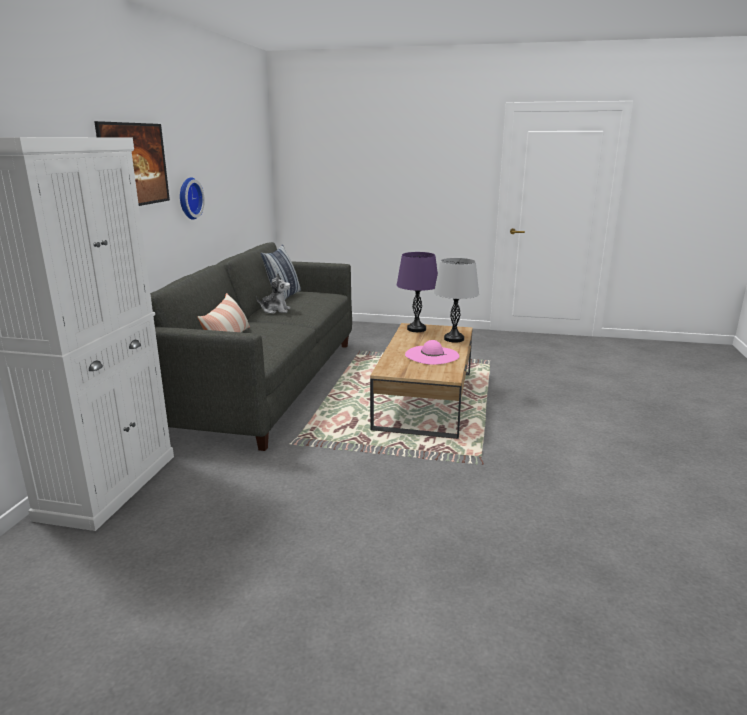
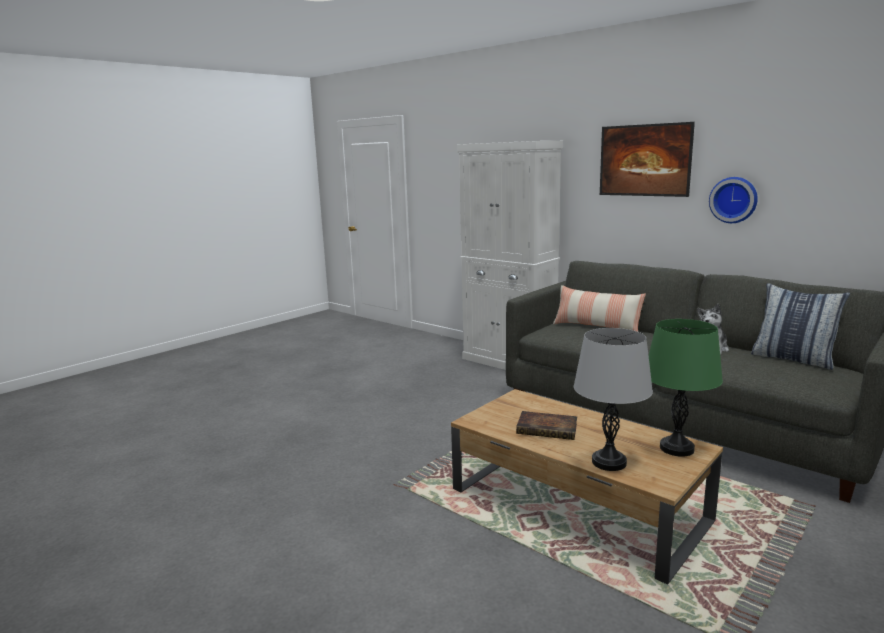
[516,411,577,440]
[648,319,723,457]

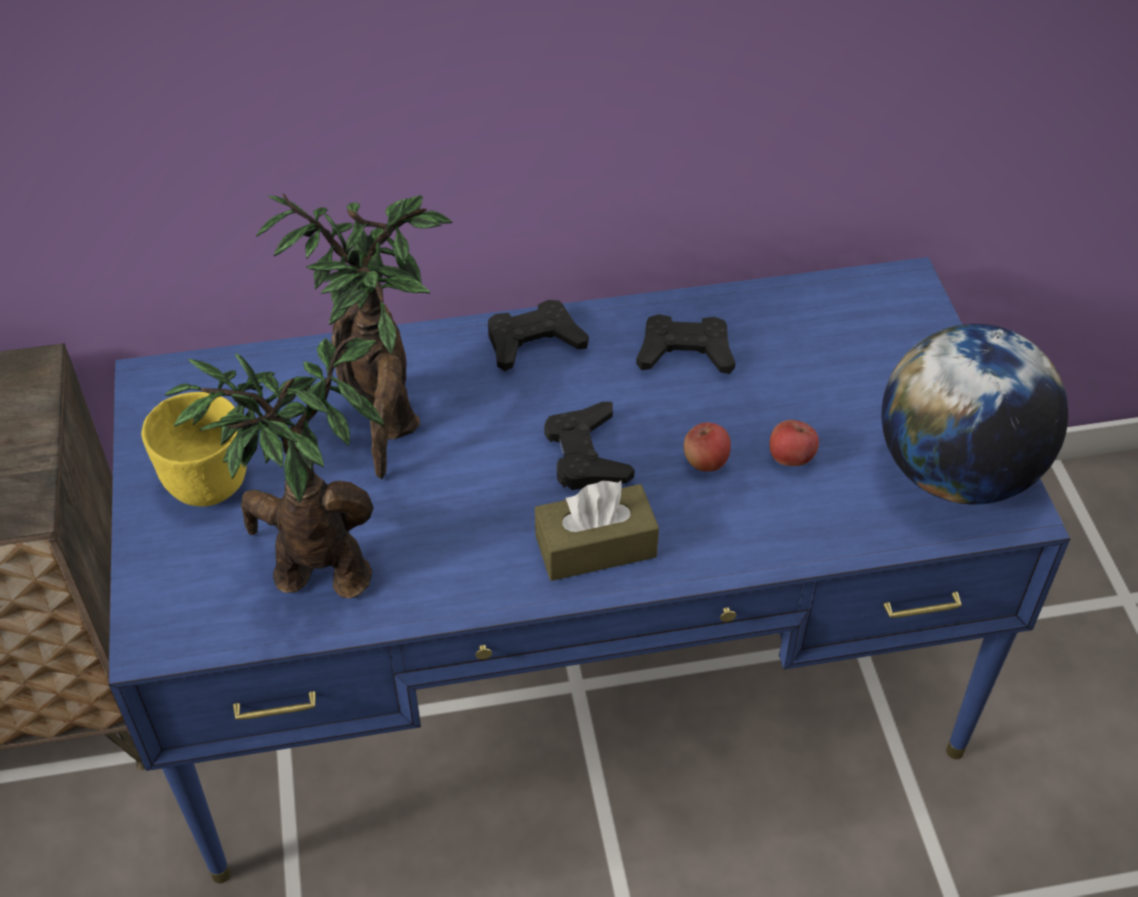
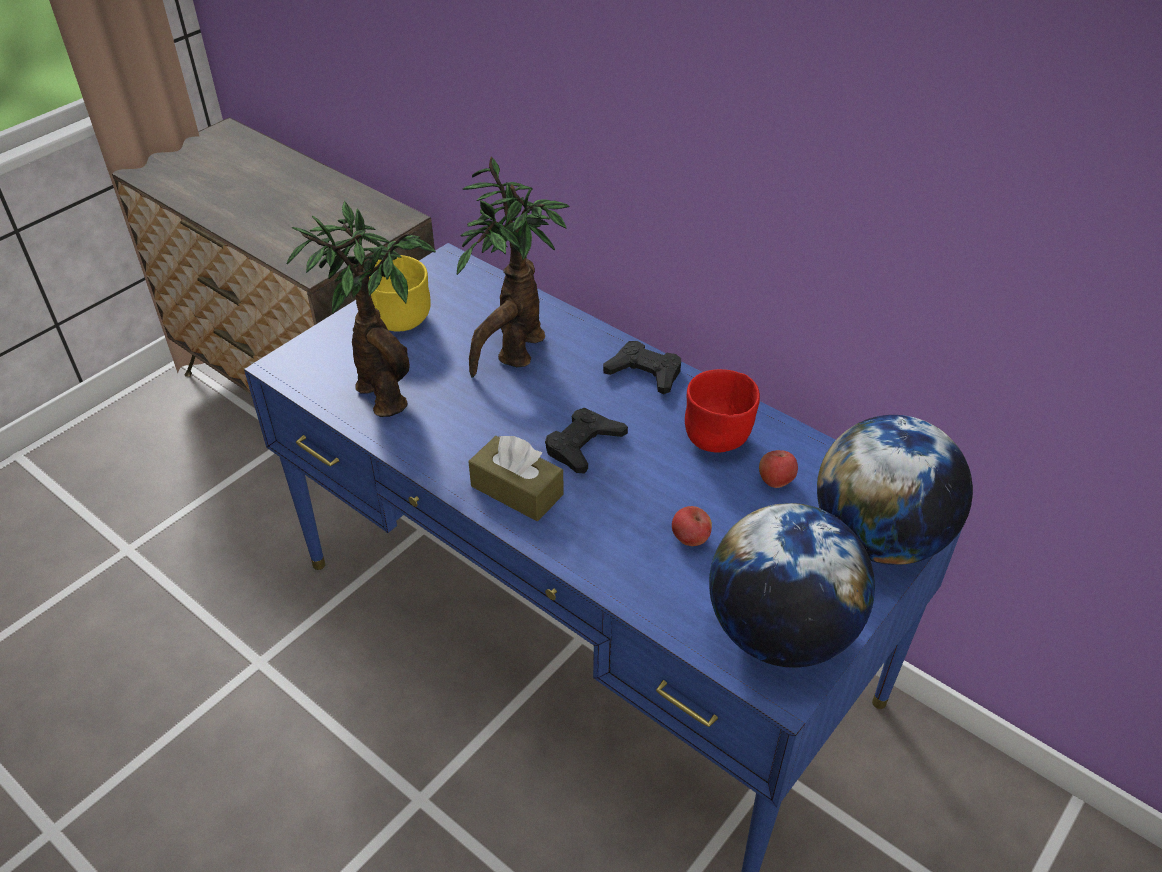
[685,369,760,453]
[759,450,798,488]
[817,415,973,565]

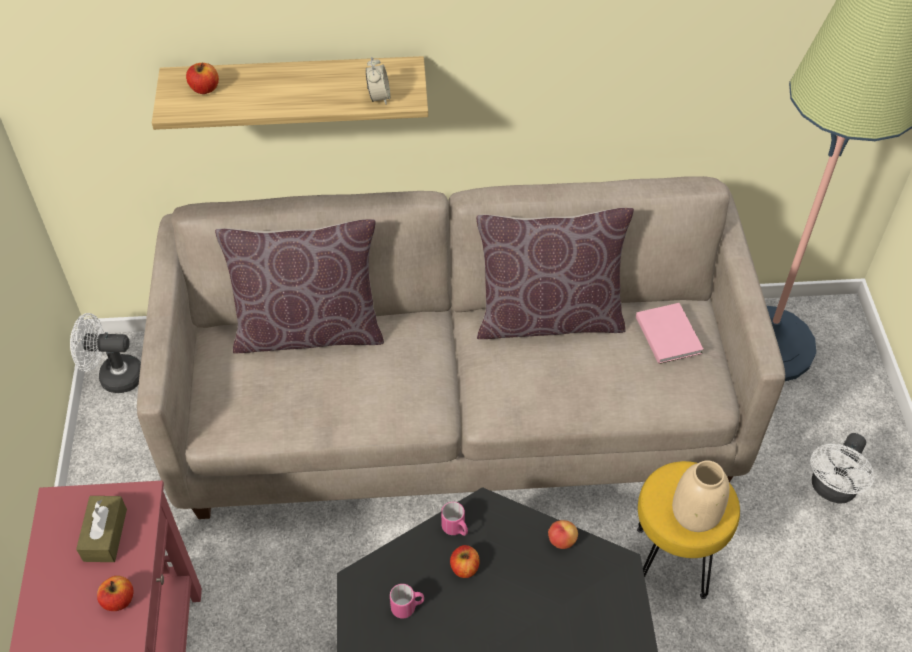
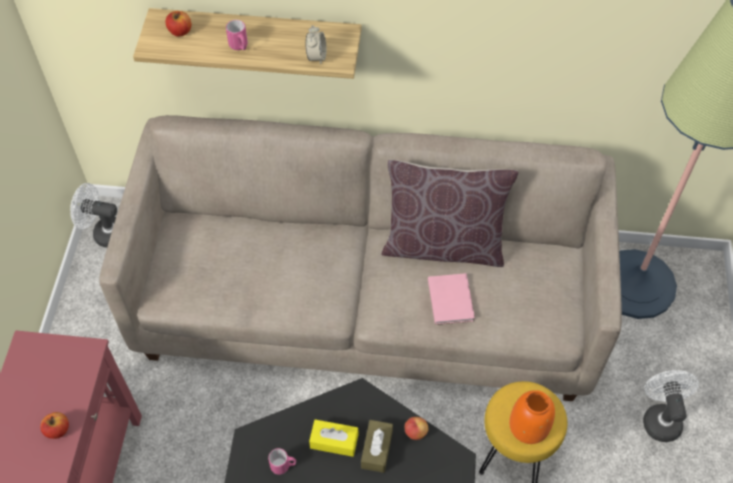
[226,20,248,50]
[309,419,358,457]
[361,420,393,473]
[428,273,475,325]
[509,390,555,444]
[643,370,699,442]
[215,219,384,353] (first image)

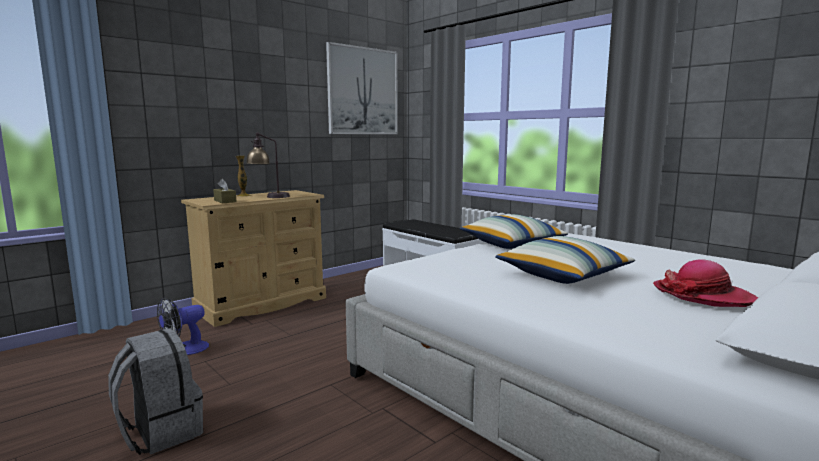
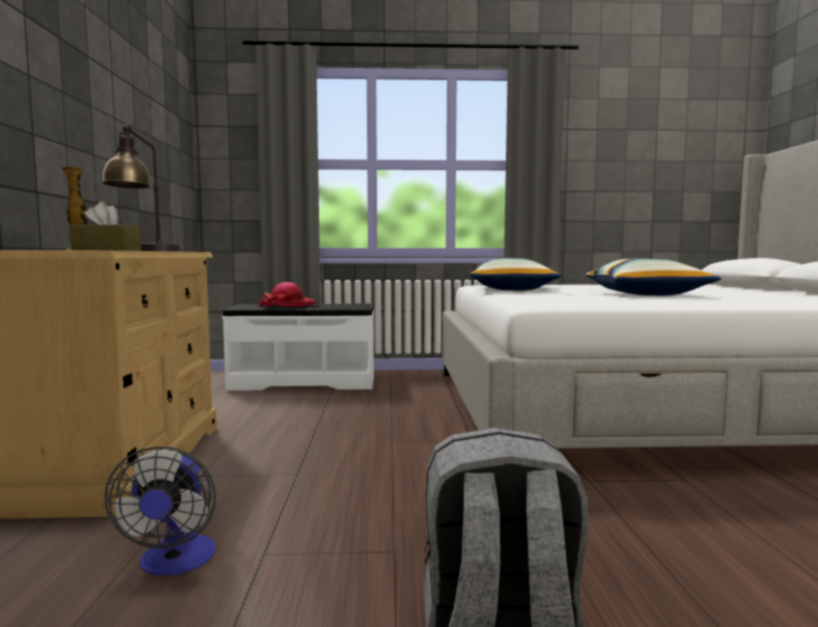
[257,282,318,307]
[326,42,398,134] (first image)

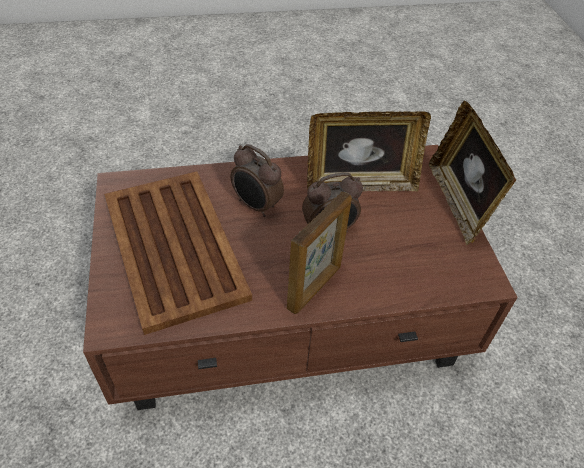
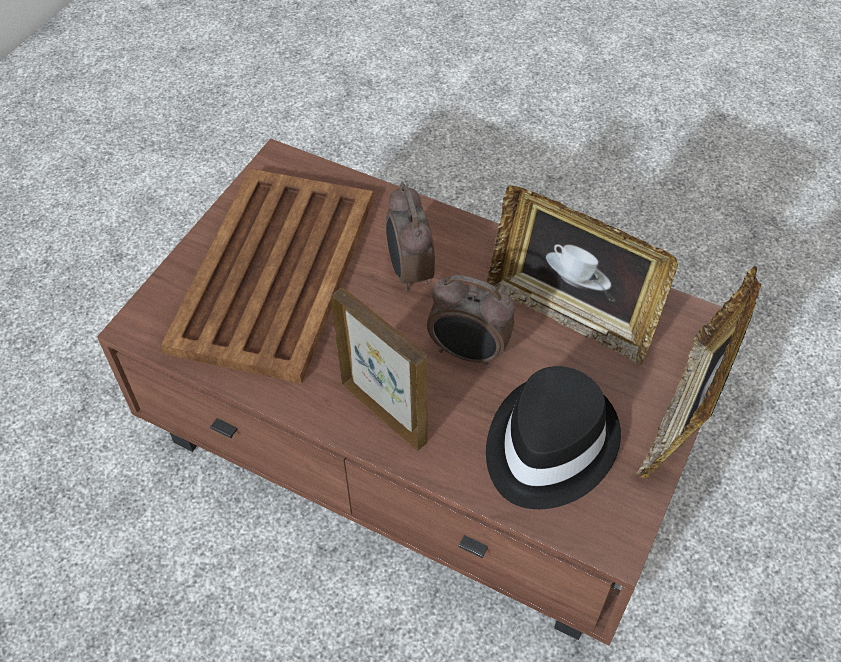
[331,288,428,451]
[486,366,621,509]

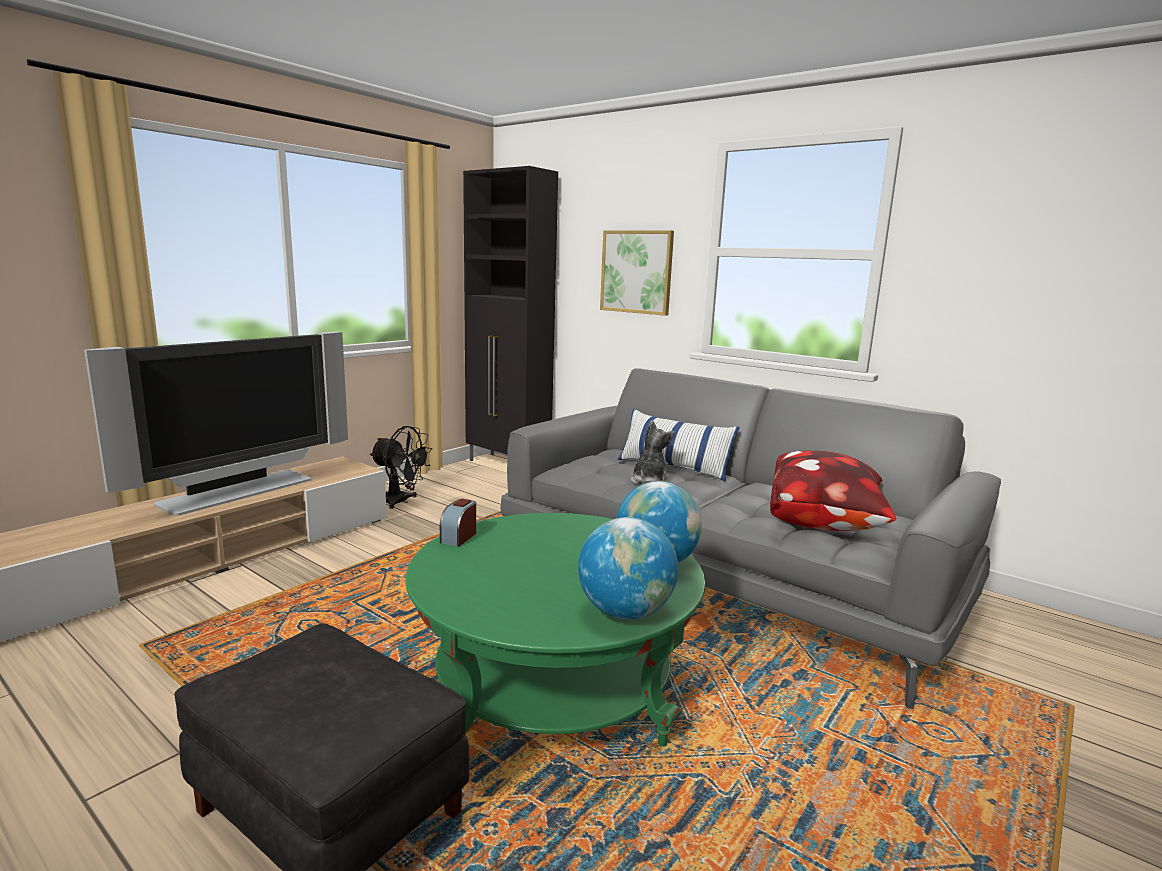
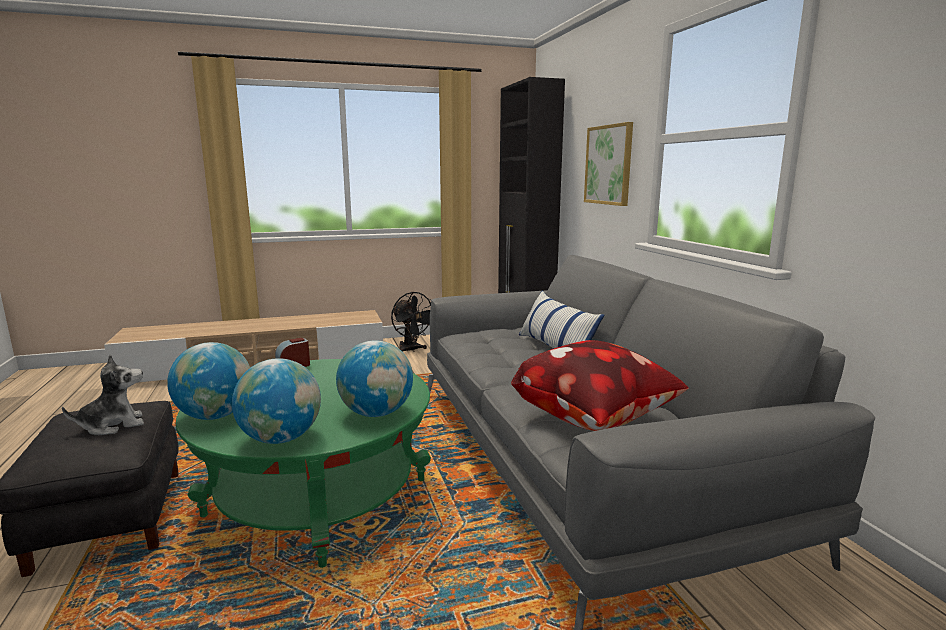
[62,355,144,435]
[167,342,250,420]
[84,332,348,516] (first image)

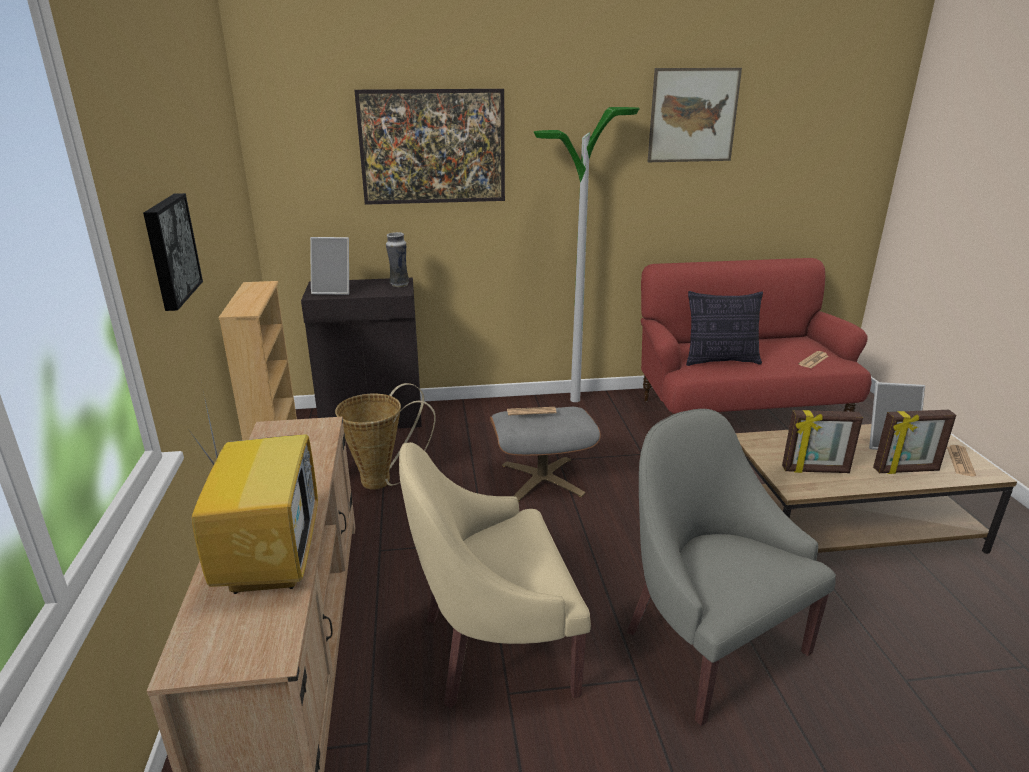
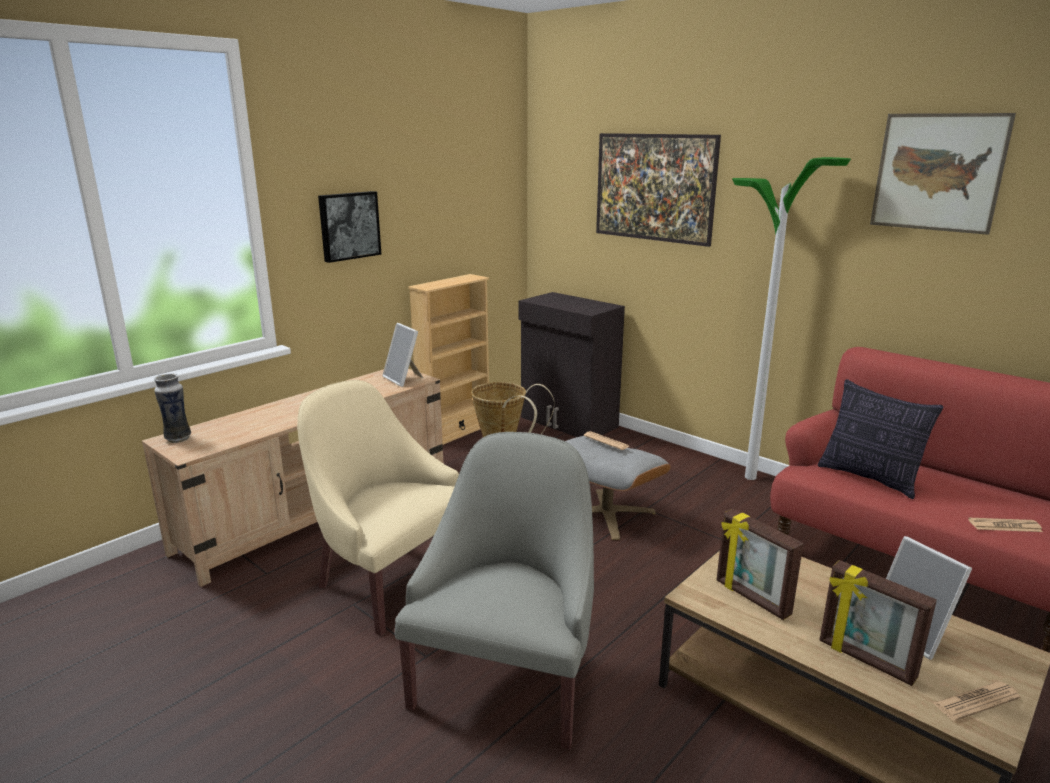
[154,374,191,443]
[382,323,423,387]
[188,382,318,594] (first image)

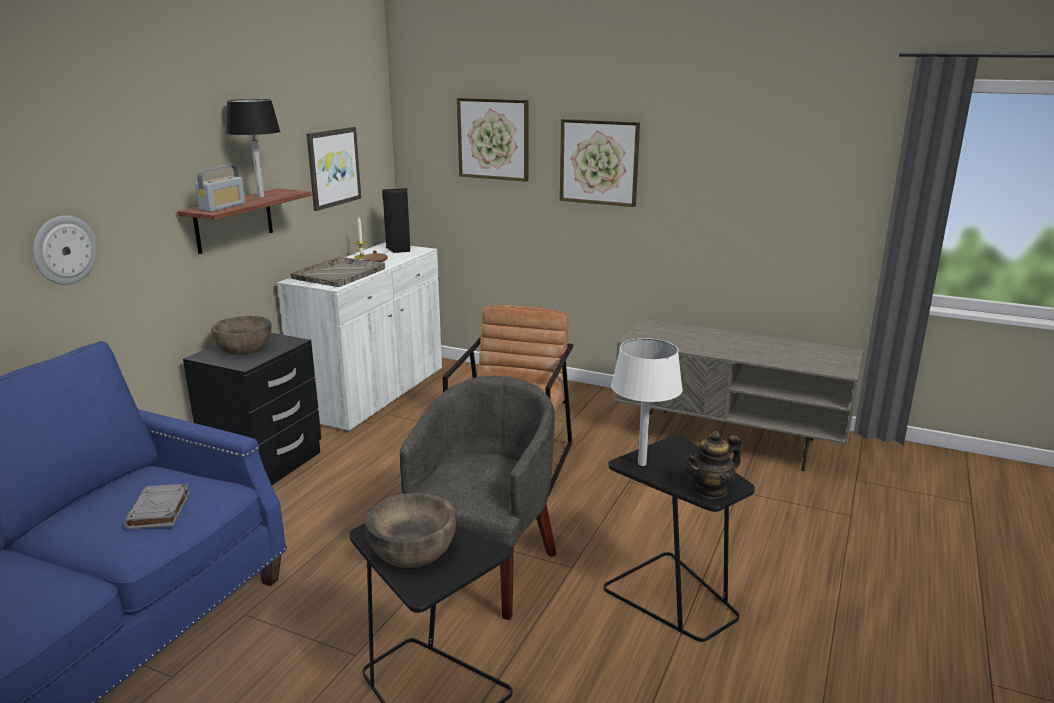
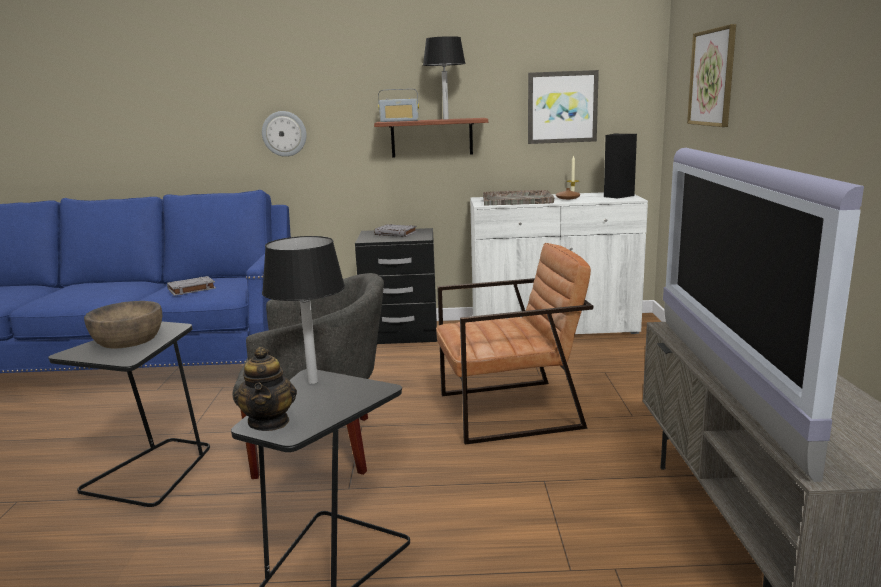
[234,347,297,431]
[262,236,345,384]
[374,224,417,237]
[663,148,864,482]
[560,119,640,207] (first image)

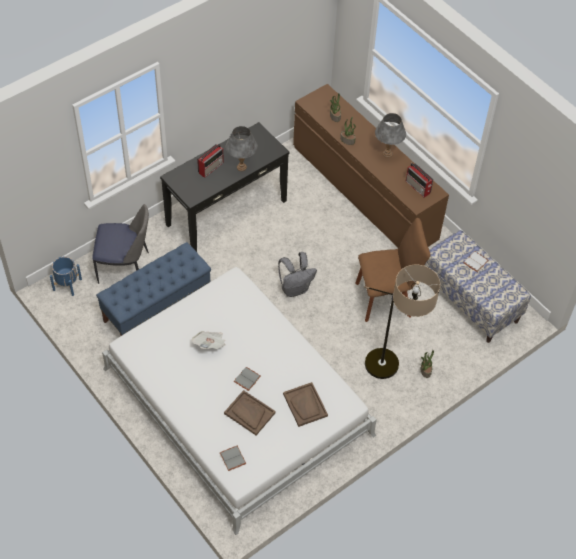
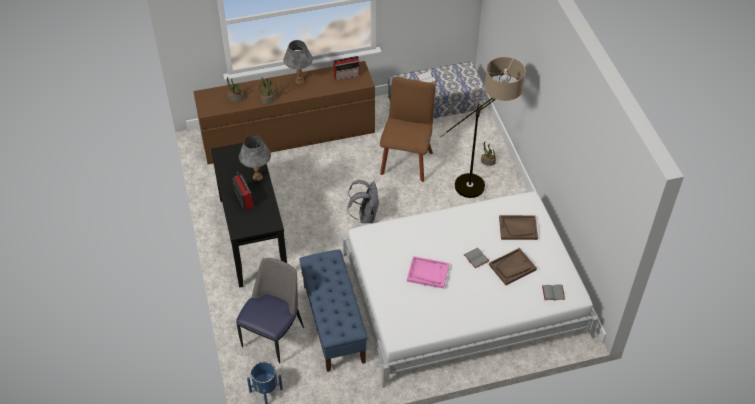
[407,256,449,289]

